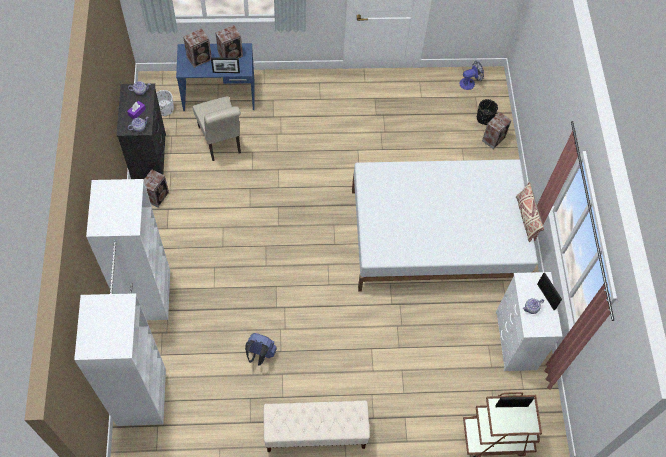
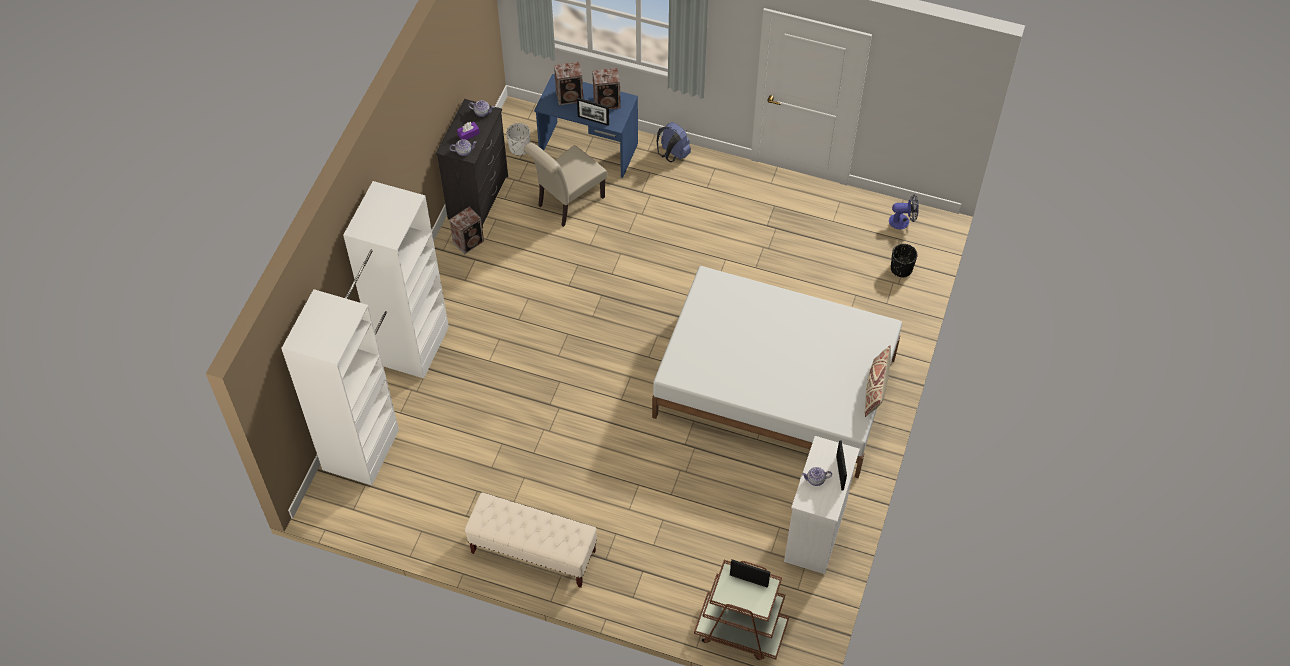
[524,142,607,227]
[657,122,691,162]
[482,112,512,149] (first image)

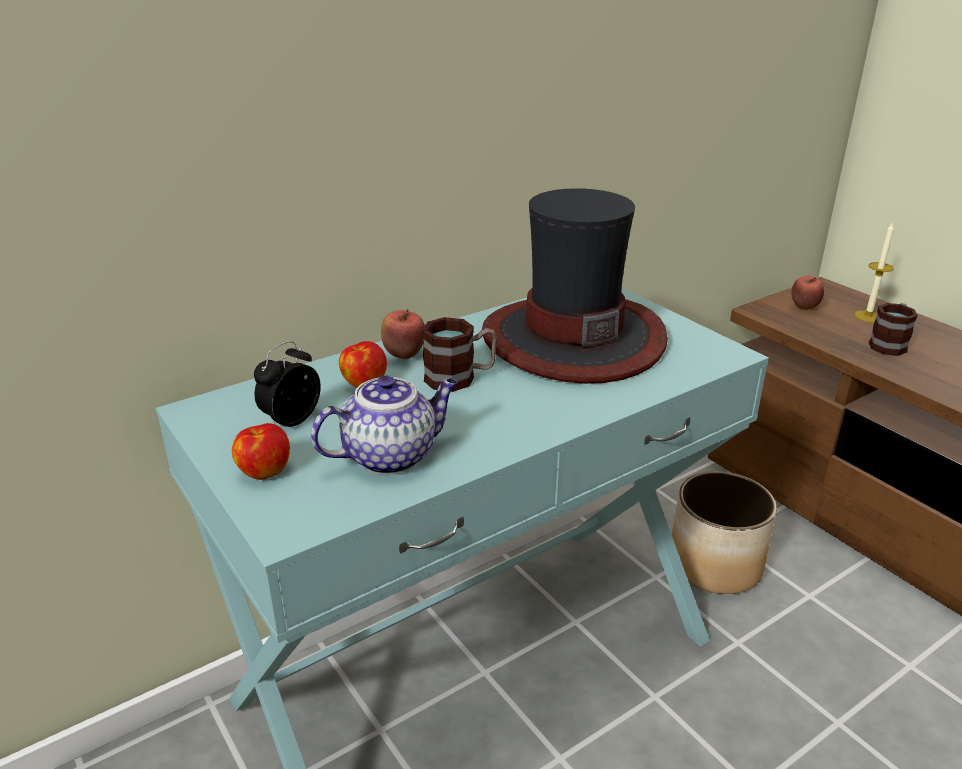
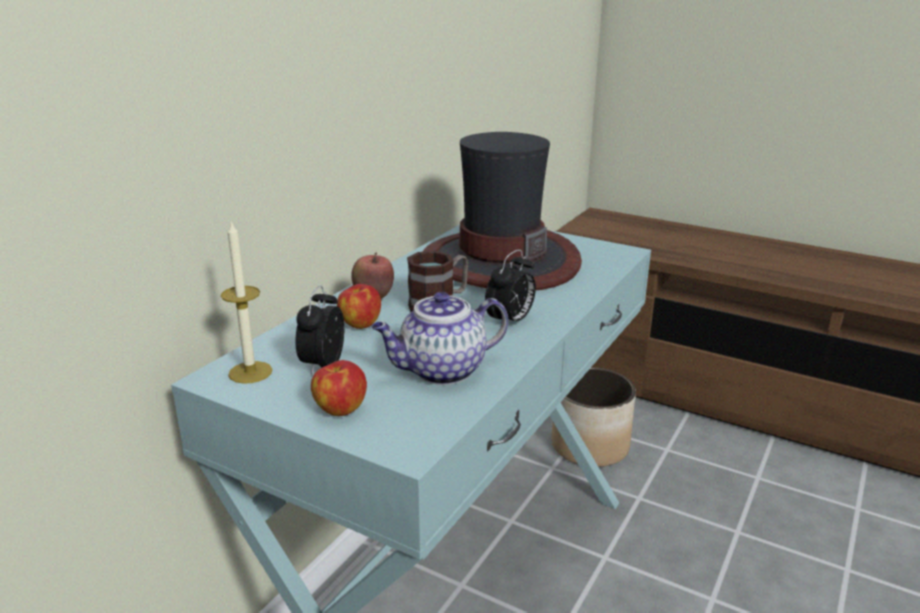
[221,220,272,384]
[372,292,509,385]
[485,249,536,321]
[791,275,824,310] (first image)
[869,303,918,356] (first image)

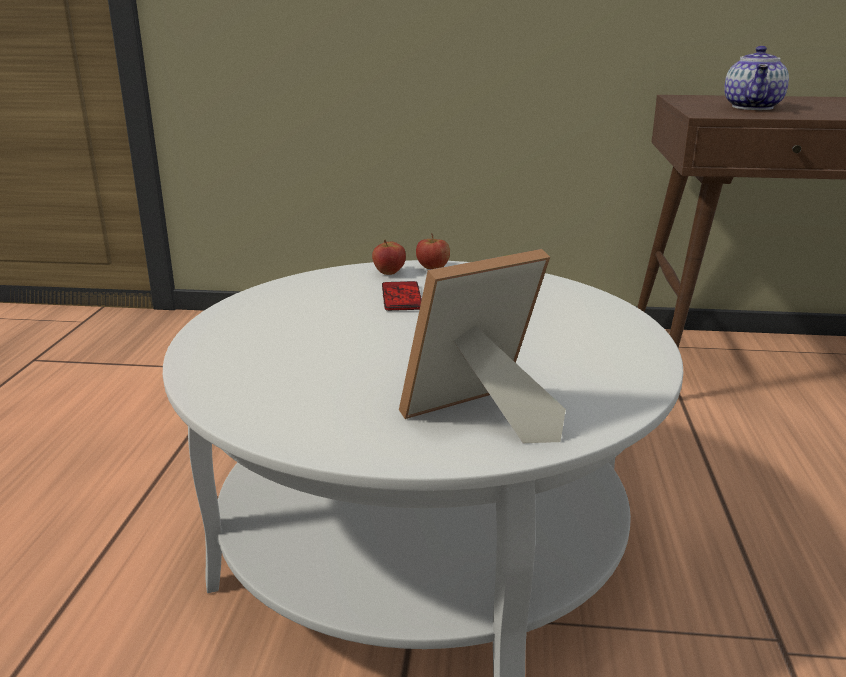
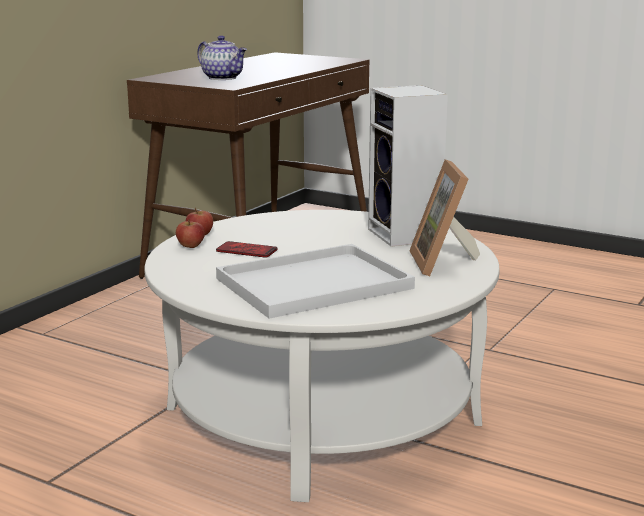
[216,244,415,319]
[368,85,448,247]

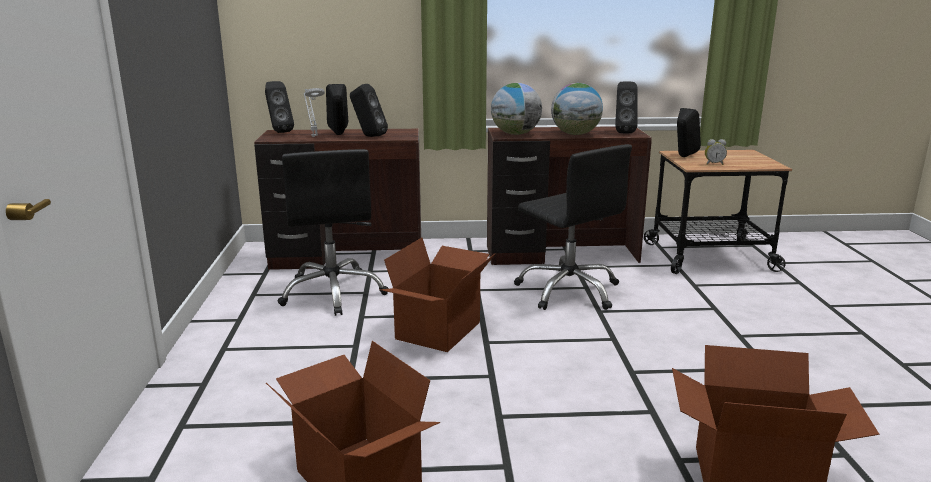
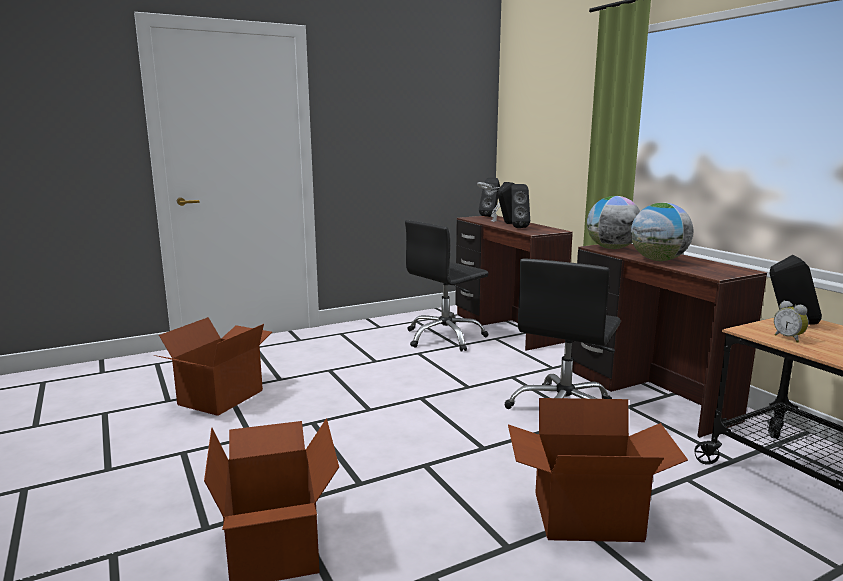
[508,398,688,542]
[615,81,638,134] (first image)

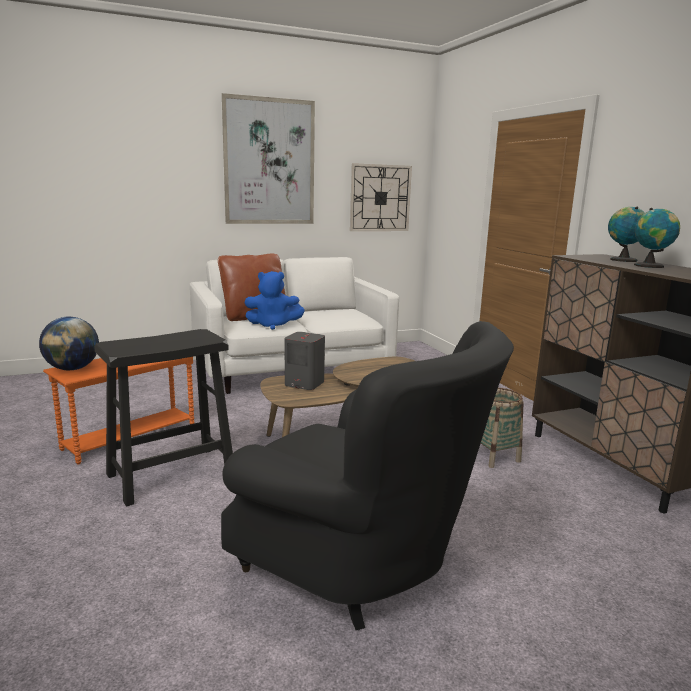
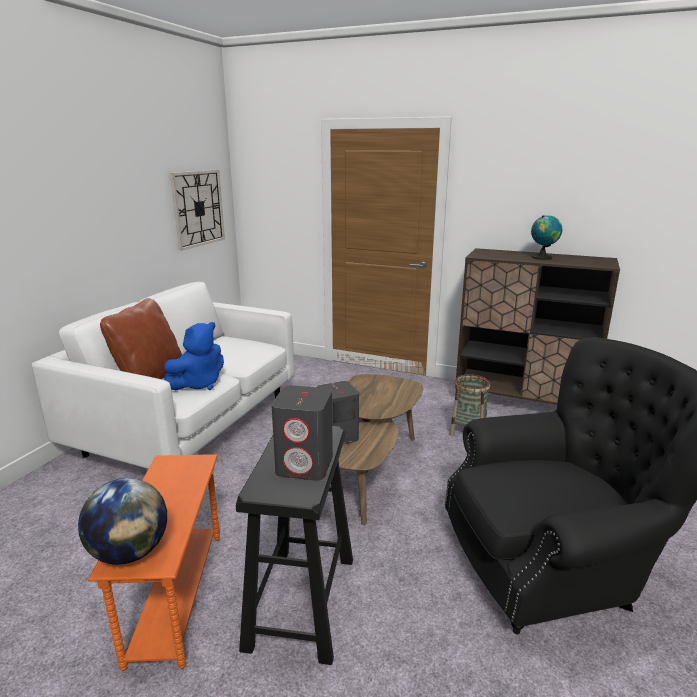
[271,385,333,481]
[222,93,315,224] (first image)
[608,207,645,262] (first image)

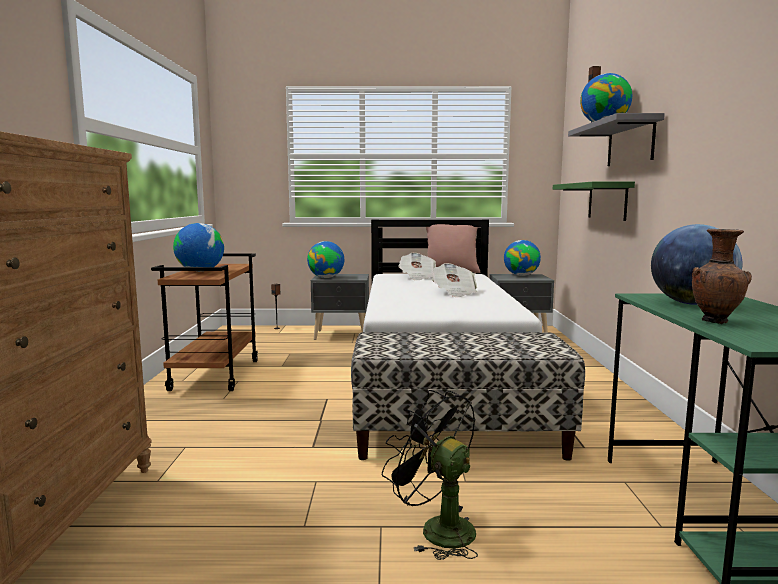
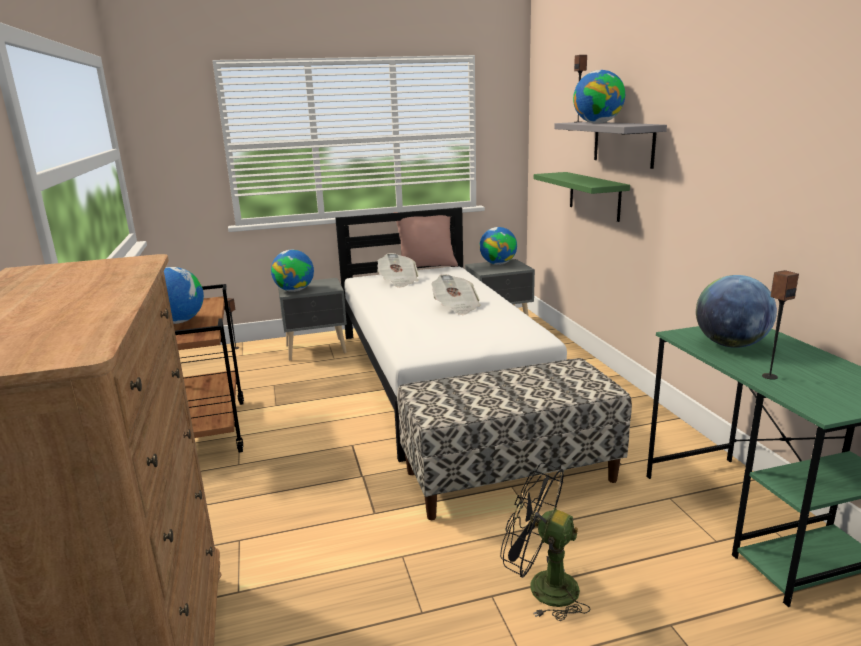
[762,270,799,380]

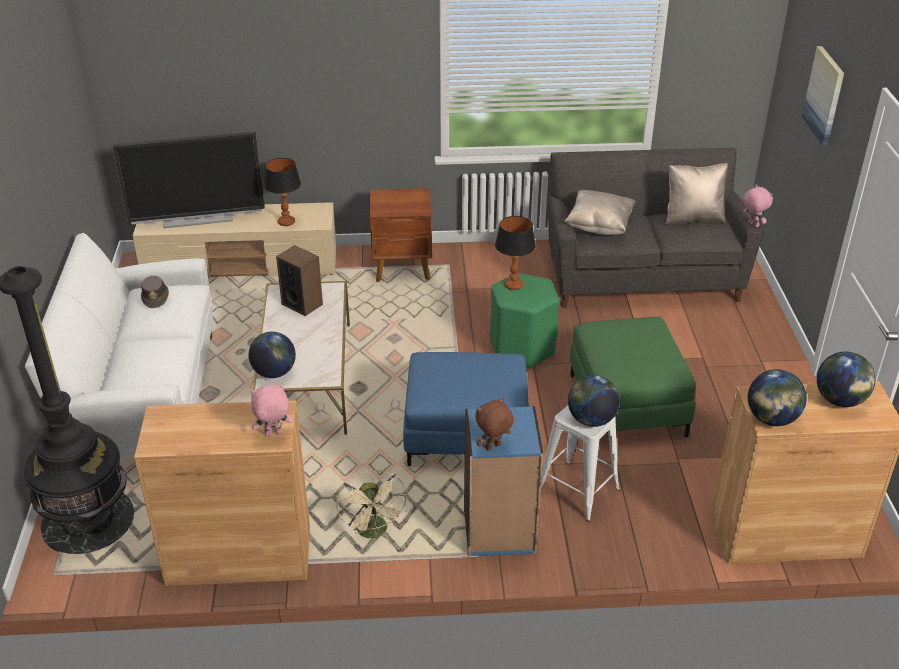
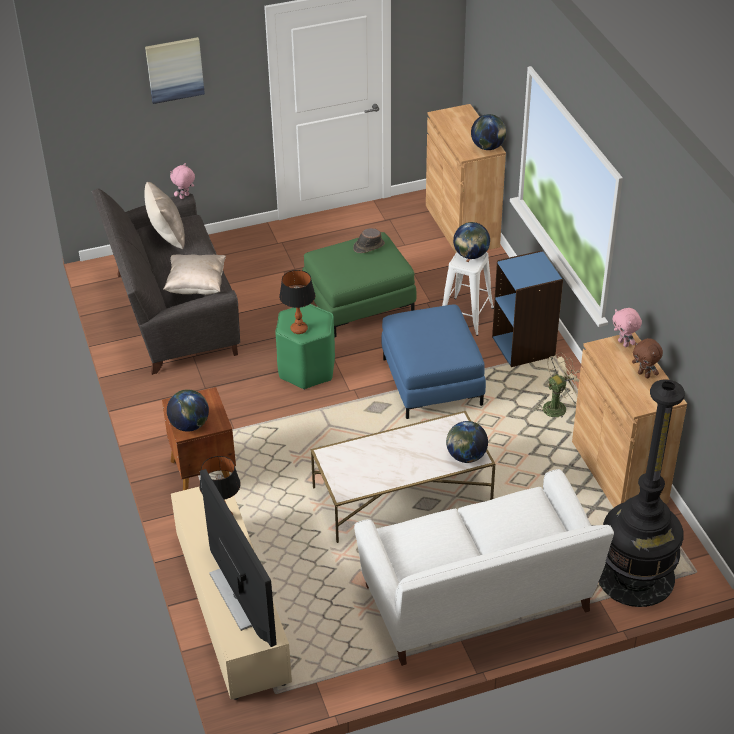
[167,389,209,432]
[353,228,385,253]
[632,338,663,378]
[276,245,323,316] (first image)

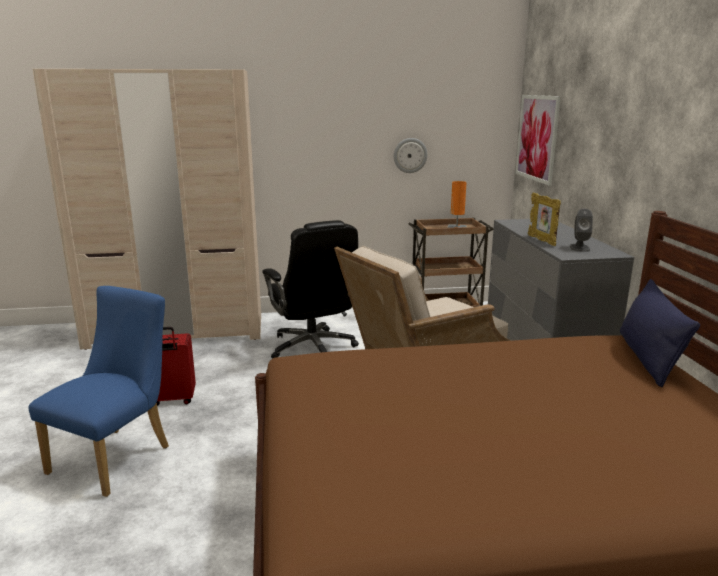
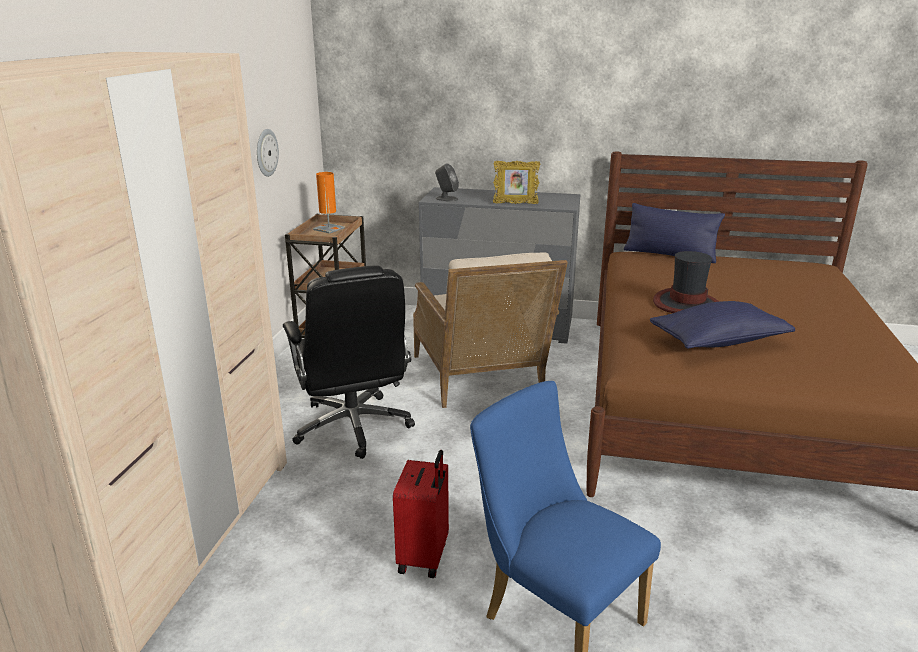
[283,265,415,459]
[435,164,459,202]
[650,301,795,349]
[653,251,719,313]
[515,95,561,186] (first image)

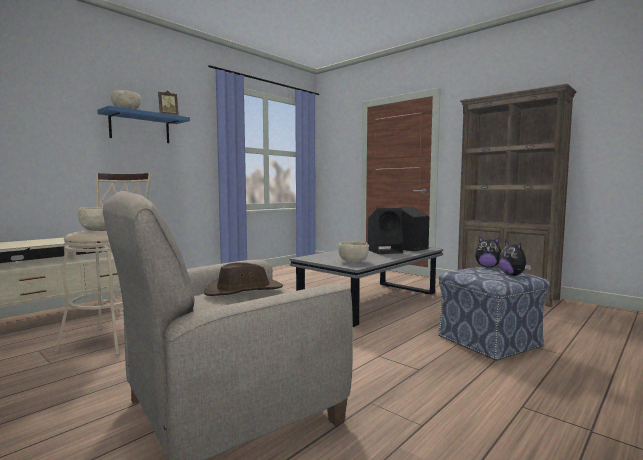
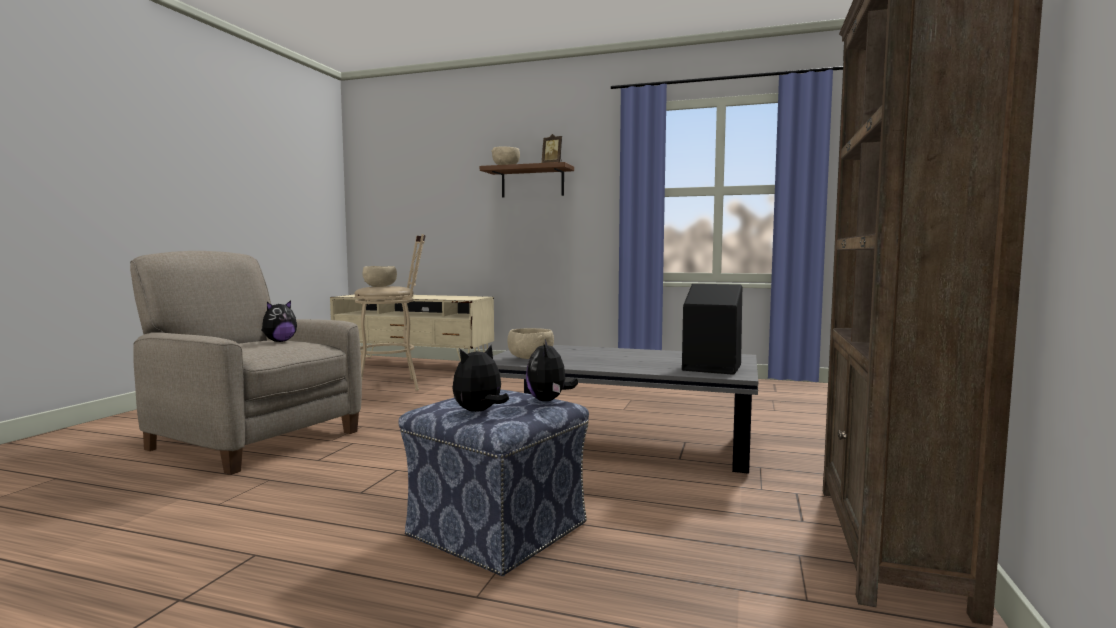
[261,300,297,342]
[480,162,574,197]
[368,208,403,254] (first image)

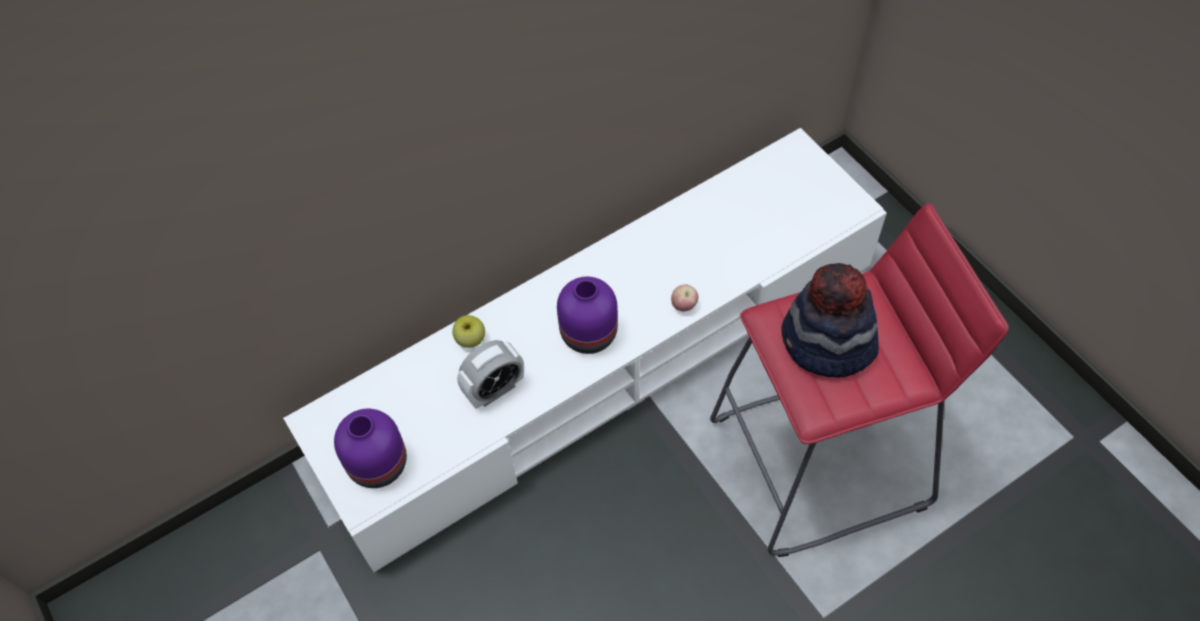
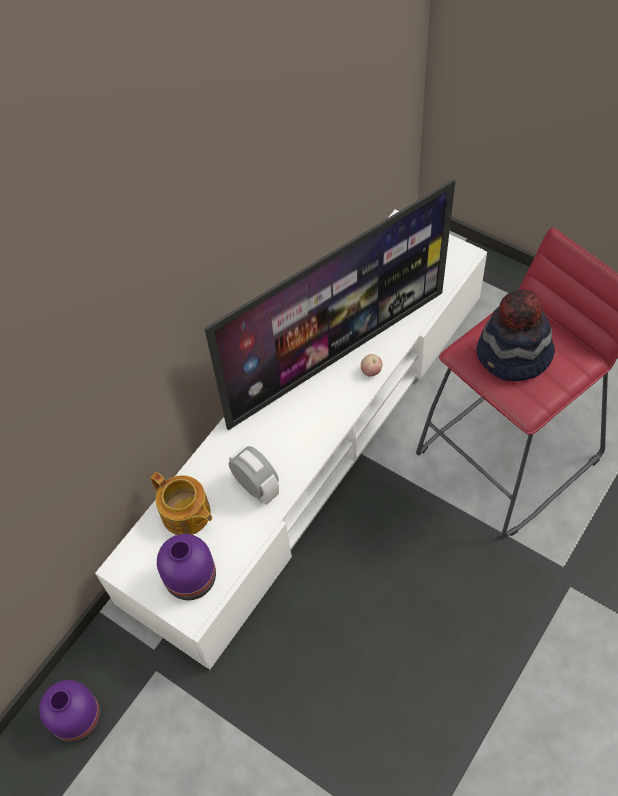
[39,680,101,743]
[150,472,212,535]
[204,179,455,430]
[229,446,279,505]
[452,315,485,348] (first image)

